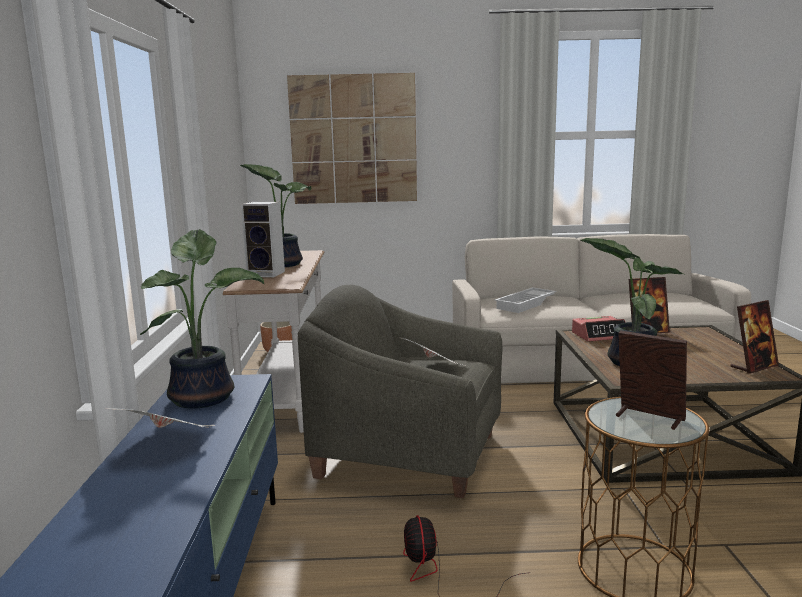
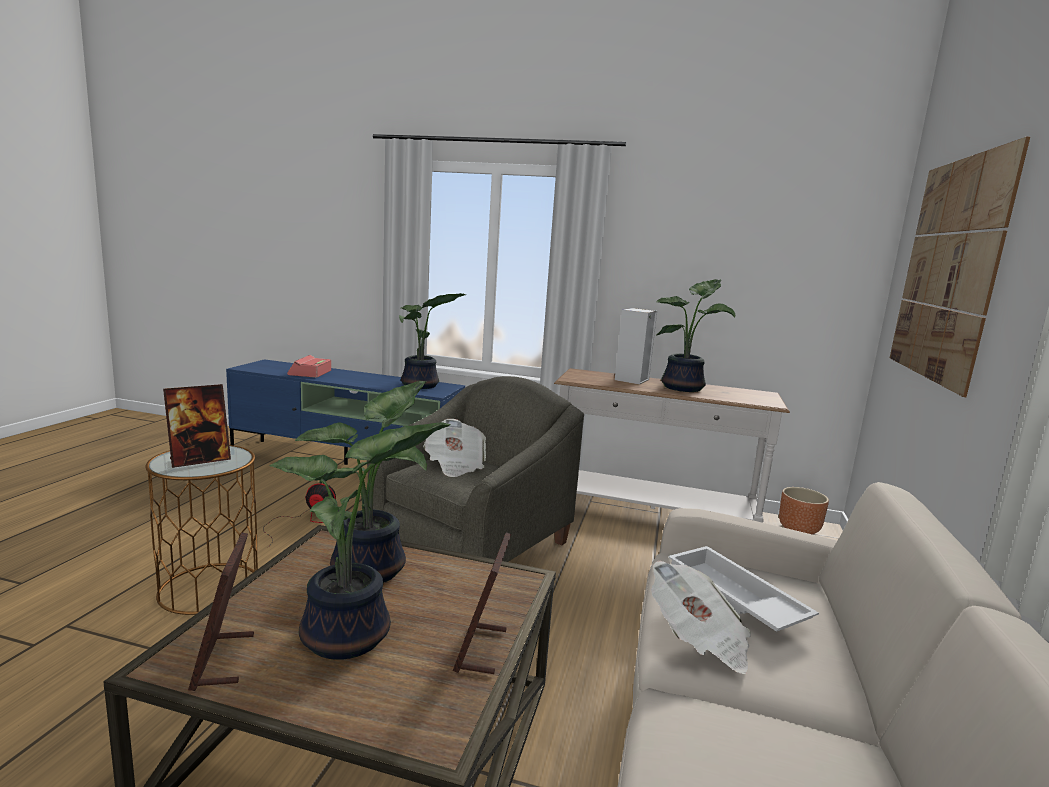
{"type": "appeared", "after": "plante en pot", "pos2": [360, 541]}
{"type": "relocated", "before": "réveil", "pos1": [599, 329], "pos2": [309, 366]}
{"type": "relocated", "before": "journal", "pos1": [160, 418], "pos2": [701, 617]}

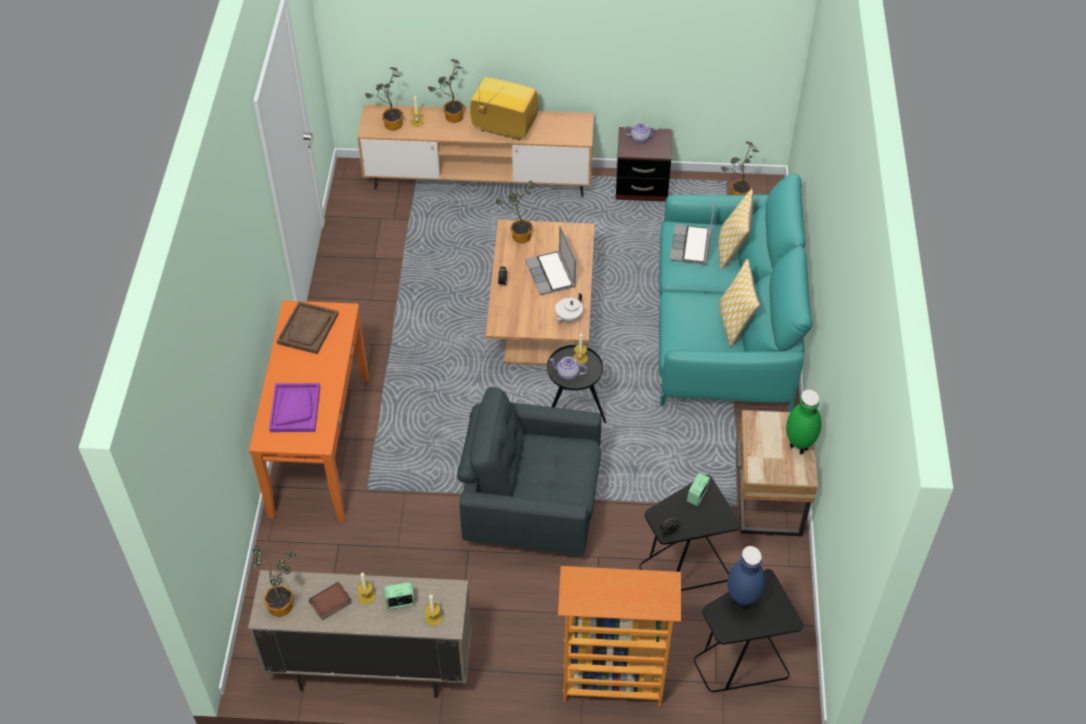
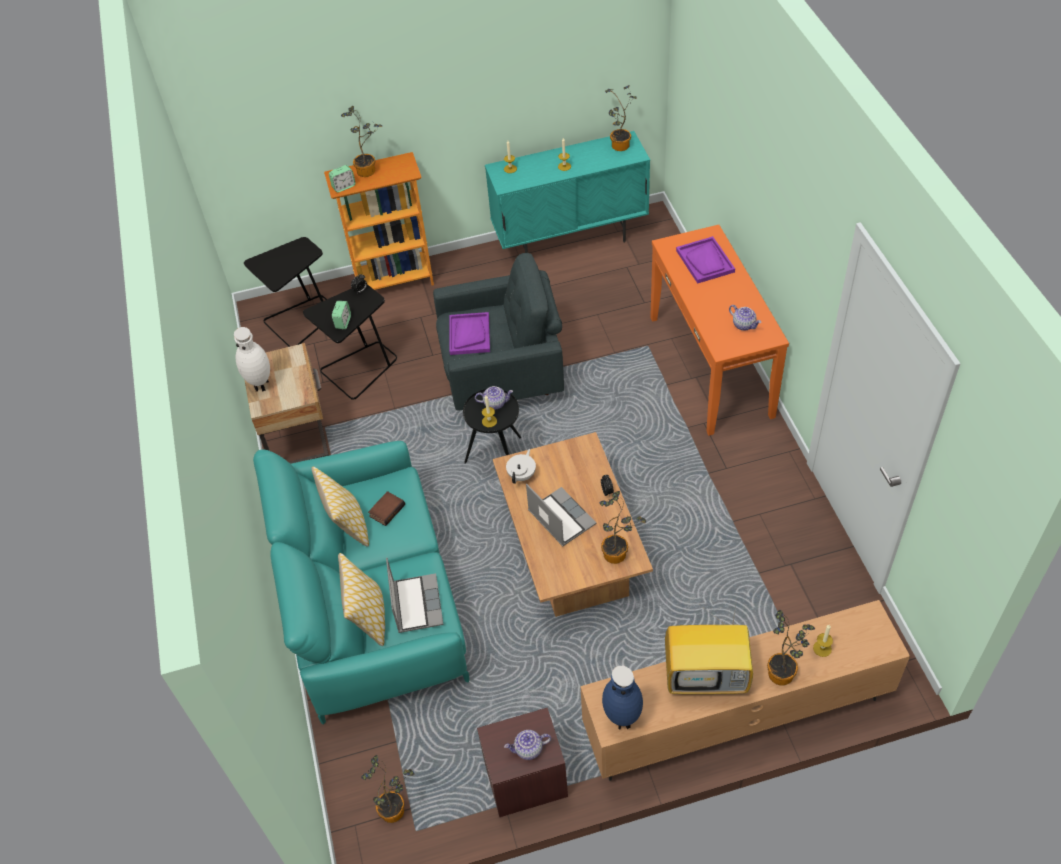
{"type": "colour", "before": "vase [vert]", "after": "vase [blanc]", "pos1": [803, 422], "pos2": [252, 359]}
{"type": "relocated", "before": "réveil", "pos1": [399, 595], "pos2": [342, 179]}
{"type": "relocated", "before": "plante en pot", "pos1": [384, 99], "pos2": [361, 141]}
{"type": "relocated", "before": "livre", "pos1": [330, 601], "pos2": [386, 508]}
{"type": "appeared", "after": "plateau [violet]", "pos2": [469, 333]}
{"type": "colour", "before": "meuble de rangement [beige]", "after": "meuble de rangement [turquoise]", "pos1": [360, 634], "pos2": [567, 192]}
{"type": "relocated", "before": "vase [bleu]", "pos1": [746, 578], "pos2": [622, 698]}
{"type": "exchanged", "before": "plateau [marron]", "after": "théière", "pos1": [308, 327], "pos2": [745, 318]}

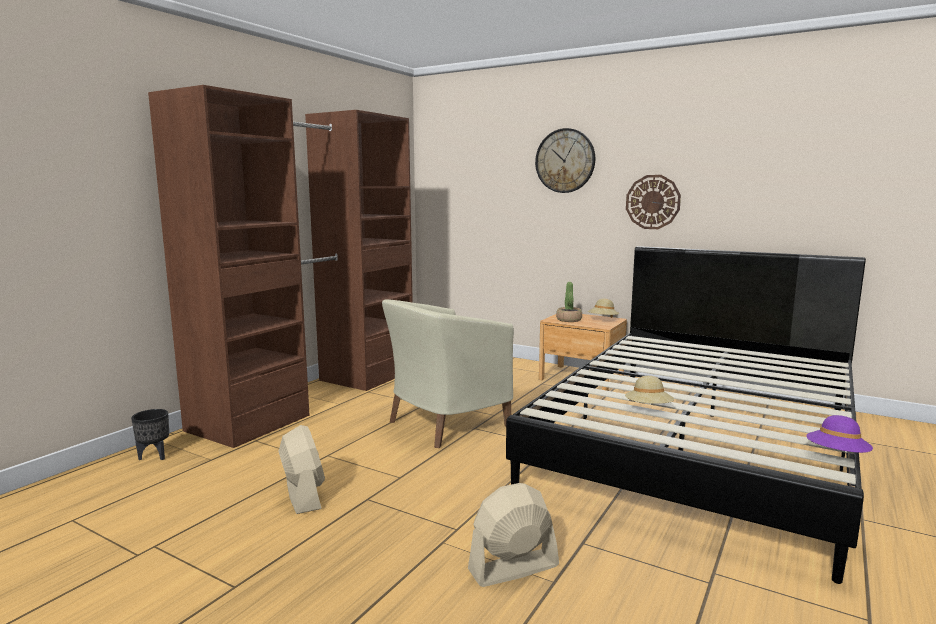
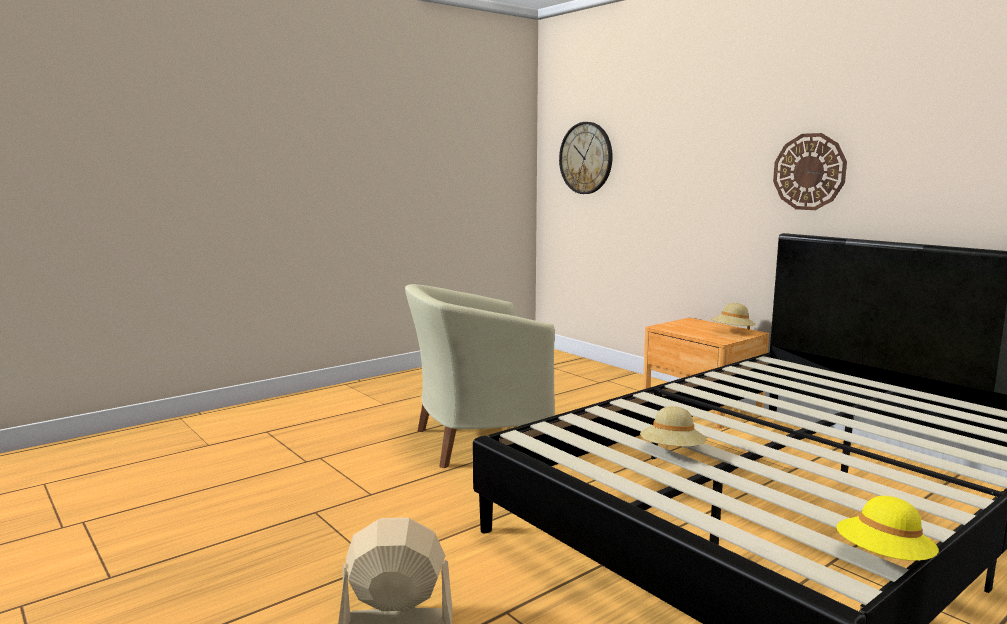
{"type": "relocated", "before": "horloge murale", "pos1": [565, 160], "pos2": [586, 158]}
{"type": "colour", "before": "chapeau [violet]", "after": "chapeau [jaune]", "pos1": [839, 434], "pos2": [887, 528]}
{"type": "missing", "before": "cache-pot [noir]", "pos1": [150, 434]}
{"type": "missing", "before": "armoire [marron]", "pos1": [280, 266]}
{"type": "missing", "before": "ventilateur [beige]", "pos1": [301, 469]}
{"type": "missing", "before": "plante en pot", "pos1": [569, 302]}

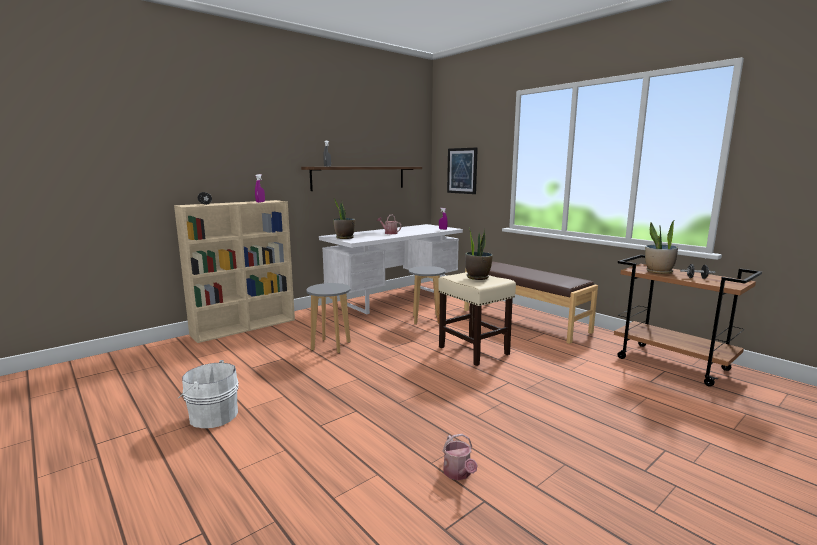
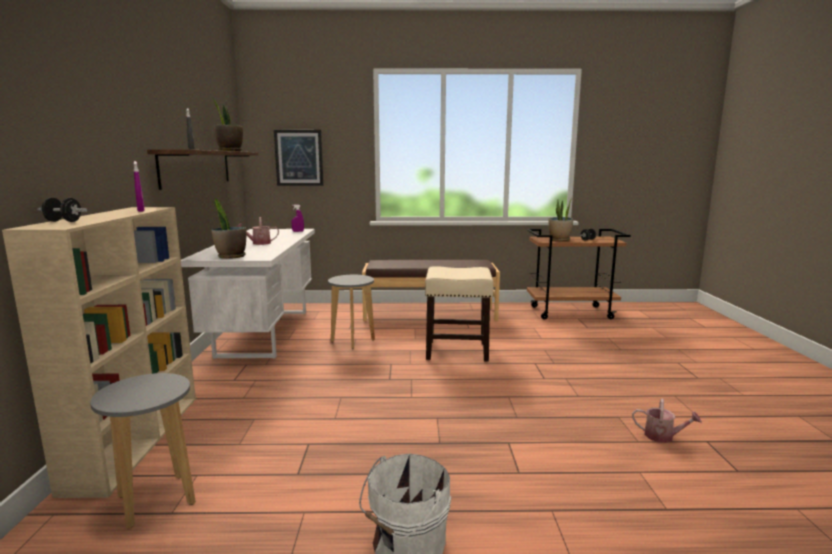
{"type": "relocated", "before": "tabouret [gris]", "pos1": [329, 318], "pos2": [143, 450]}
{"type": "relocated", "before": "plante en pot", "pos1": [479, 254], "pos2": [228, 124]}

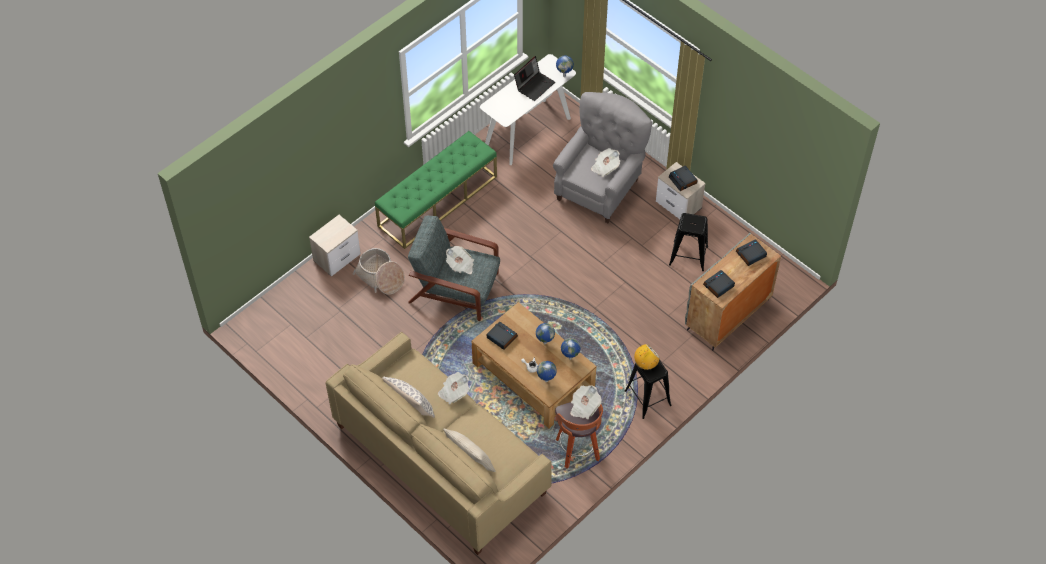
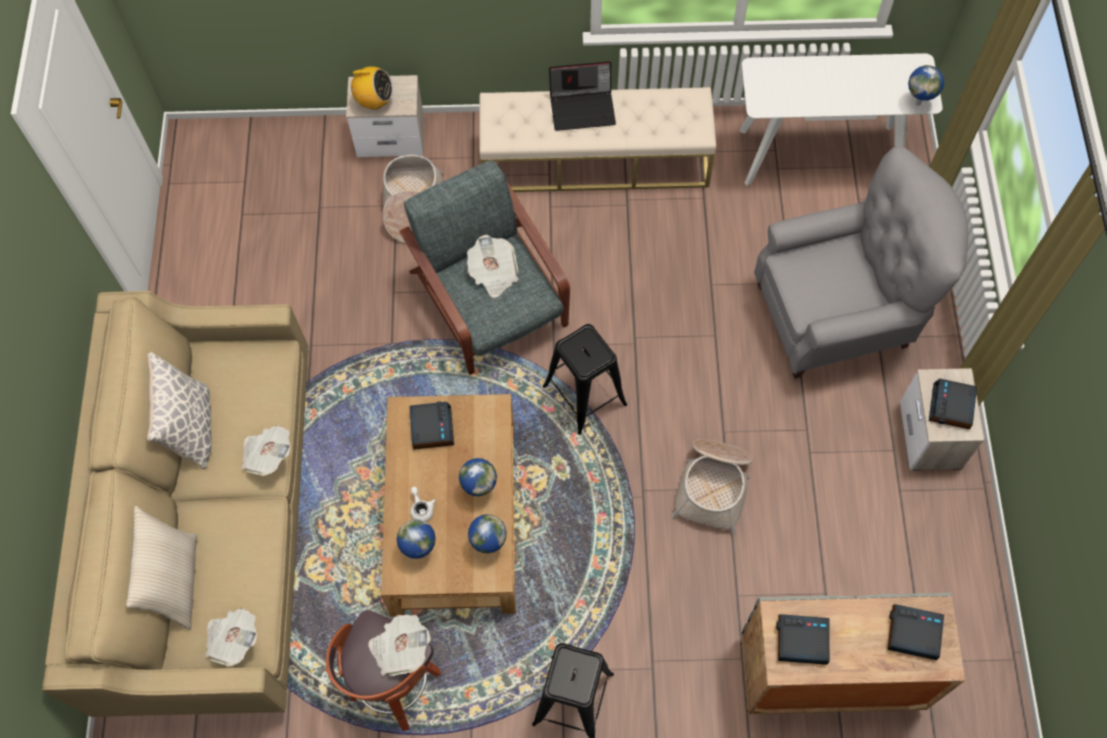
{"type": "relocated", "before": "journal", "pos1": [605, 162], "pos2": [231, 637]}
{"type": "relocated", "before": "radio", "pos1": [647, 357], "pos2": [369, 88]}
{"type": "colour", "before": "banc [vert]", "after": "banc [beige]", "pos1": [436, 190], "pos2": [597, 139]}
{"type": "relocated", "before": "tabouret [noir]", "pos1": [688, 242], "pos2": [585, 379]}
{"type": "relocated", "before": "ordinateur portable", "pos1": [534, 78], "pos2": [582, 96]}
{"type": "appeared", "after": "panier", "pos2": [712, 487]}

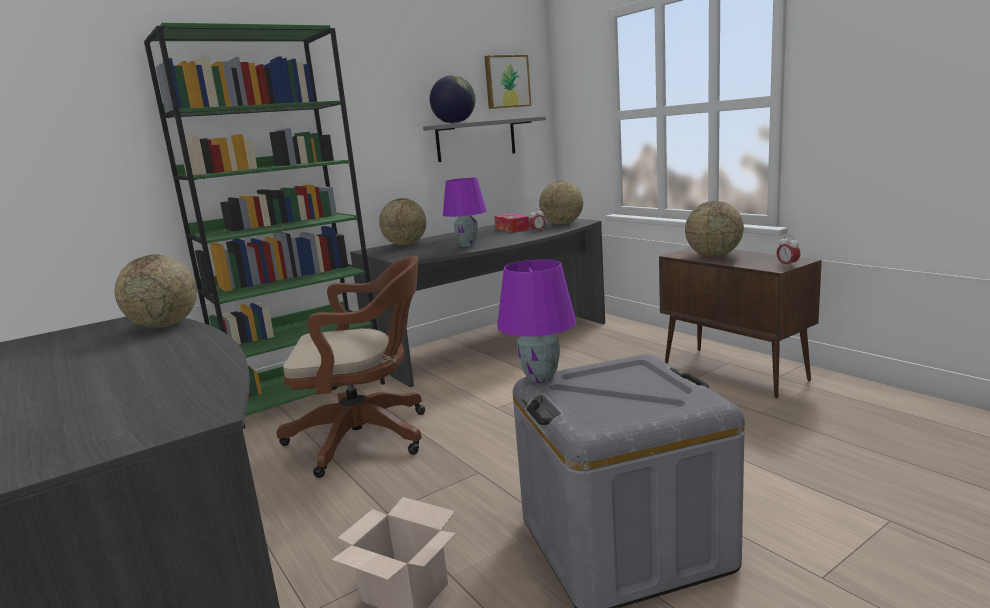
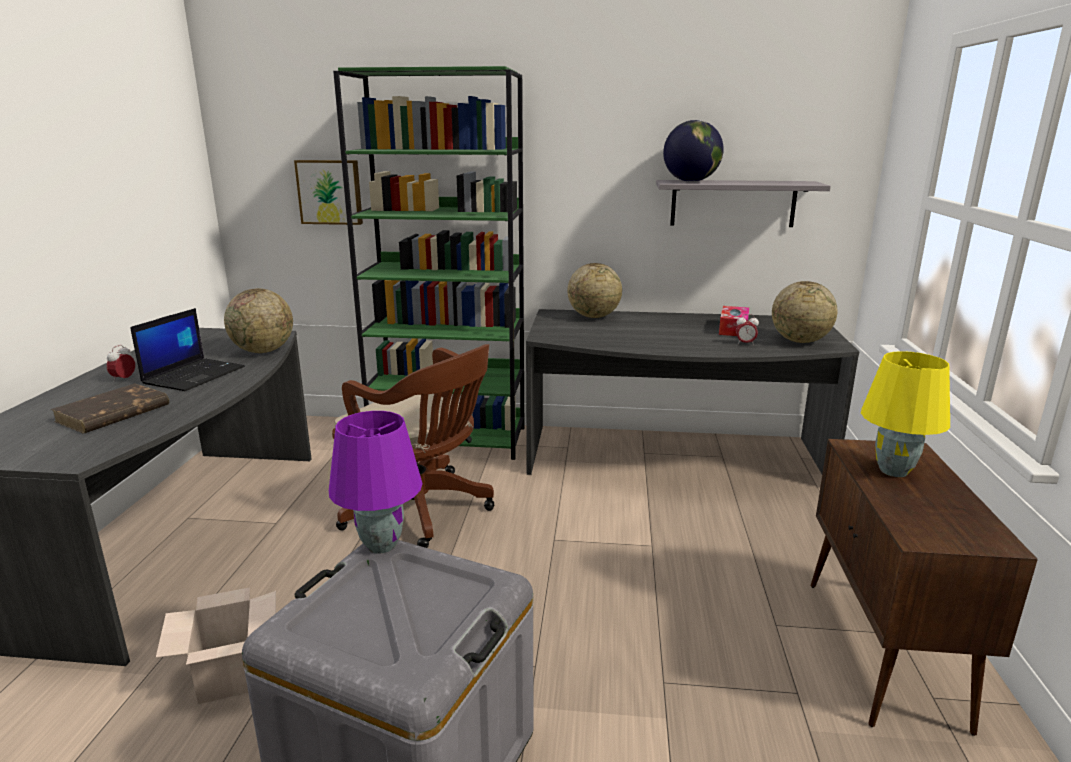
{"type": "appeared", "after": "livre [marron]", "pos2": [110, 408]}
{"type": "relocated", "before": "réveil", "pos1": [788, 251], "pos2": [121, 363]}
{"type": "appeared", "after": "ordinateur portable", "pos2": [187, 349]}
{"type": "relocated", "before": "tableau", "pos1": [507, 82], "pos2": [328, 192]}
{"type": "exchanged", "before": "globe", "after": "lampe de table [jaune]", "pos1": [714, 229], "pos2": [905, 414]}
{"type": "missing", "before": "lampe de table [violet]", "pos1": [465, 212]}

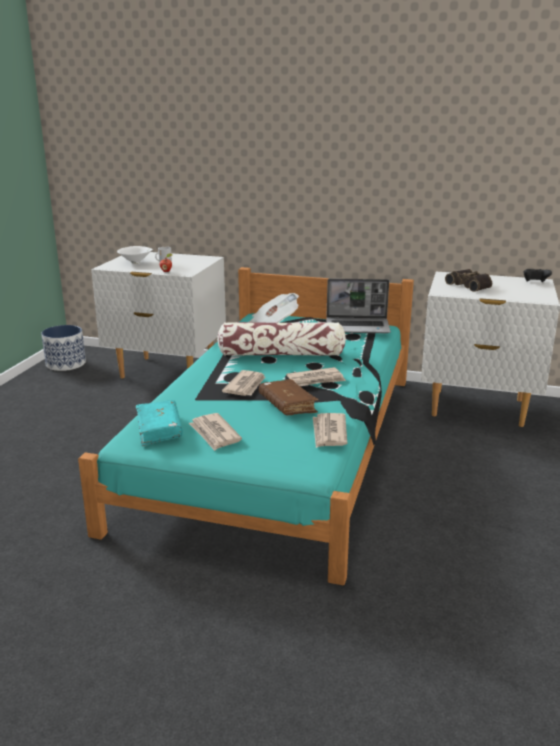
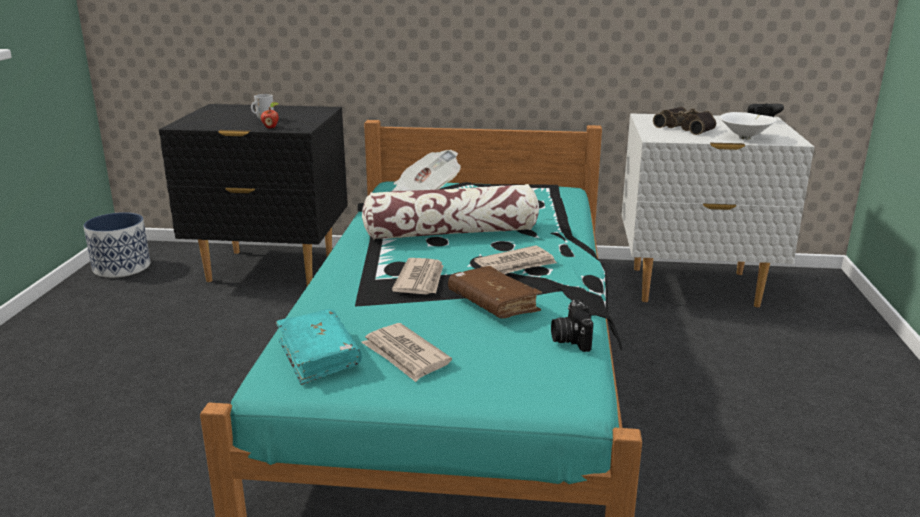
{"type": "colour", "before": "table de chevet [blanc]", "after": "table de chevet [noir]", "pos1": [158, 315], "pos2": [253, 195]}
{"type": "exchanged", "before": "journal", "after": "appareil photo", "pos1": [330, 430], "pos2": [572, 325]}
{"type": "relocated", "before": "bol [blanc]", "pos1": [135, 255], "pos2": [748, 126]}
{"type": "missing", "before": "ordinateur portable", "pos1": [358, 305]}

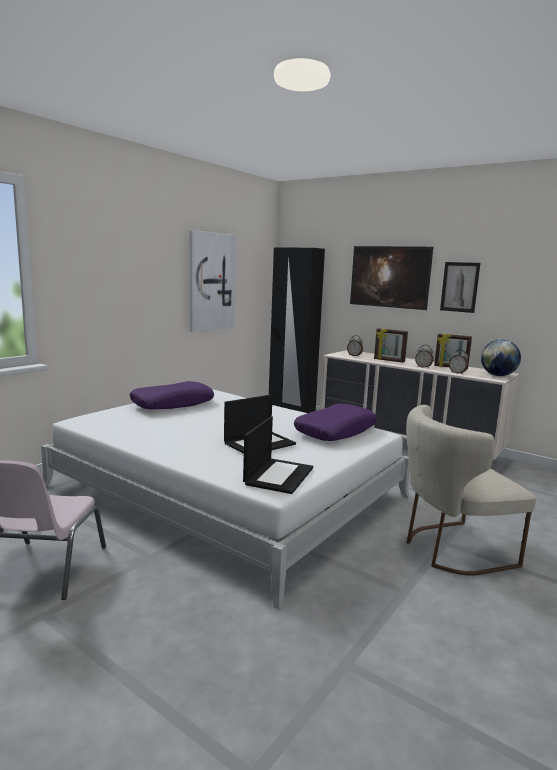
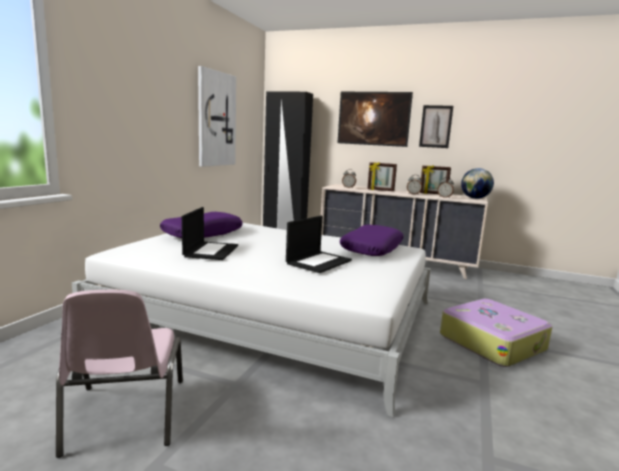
{"type": "relocated", "before": "ordinateur portable", "pos1": [278, 455], "pos2": [210, 233]}
{"type": "exchanged", "before": "chaise [beige]", "after": "valise", "pos1": [471, 490], "pos2": [496, 333]}

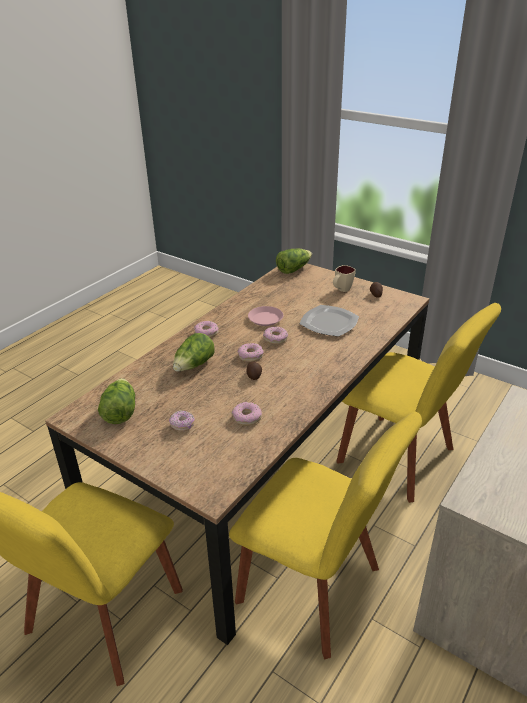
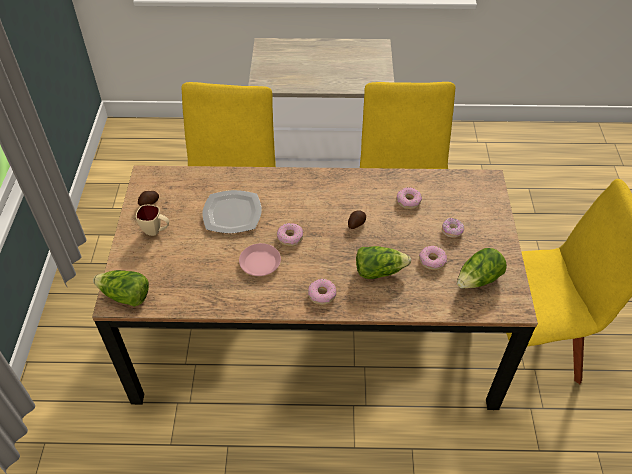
{"type": "relocated", "before": "beignet", "pos1": [250, 352], "pos2": [433, 258]}

